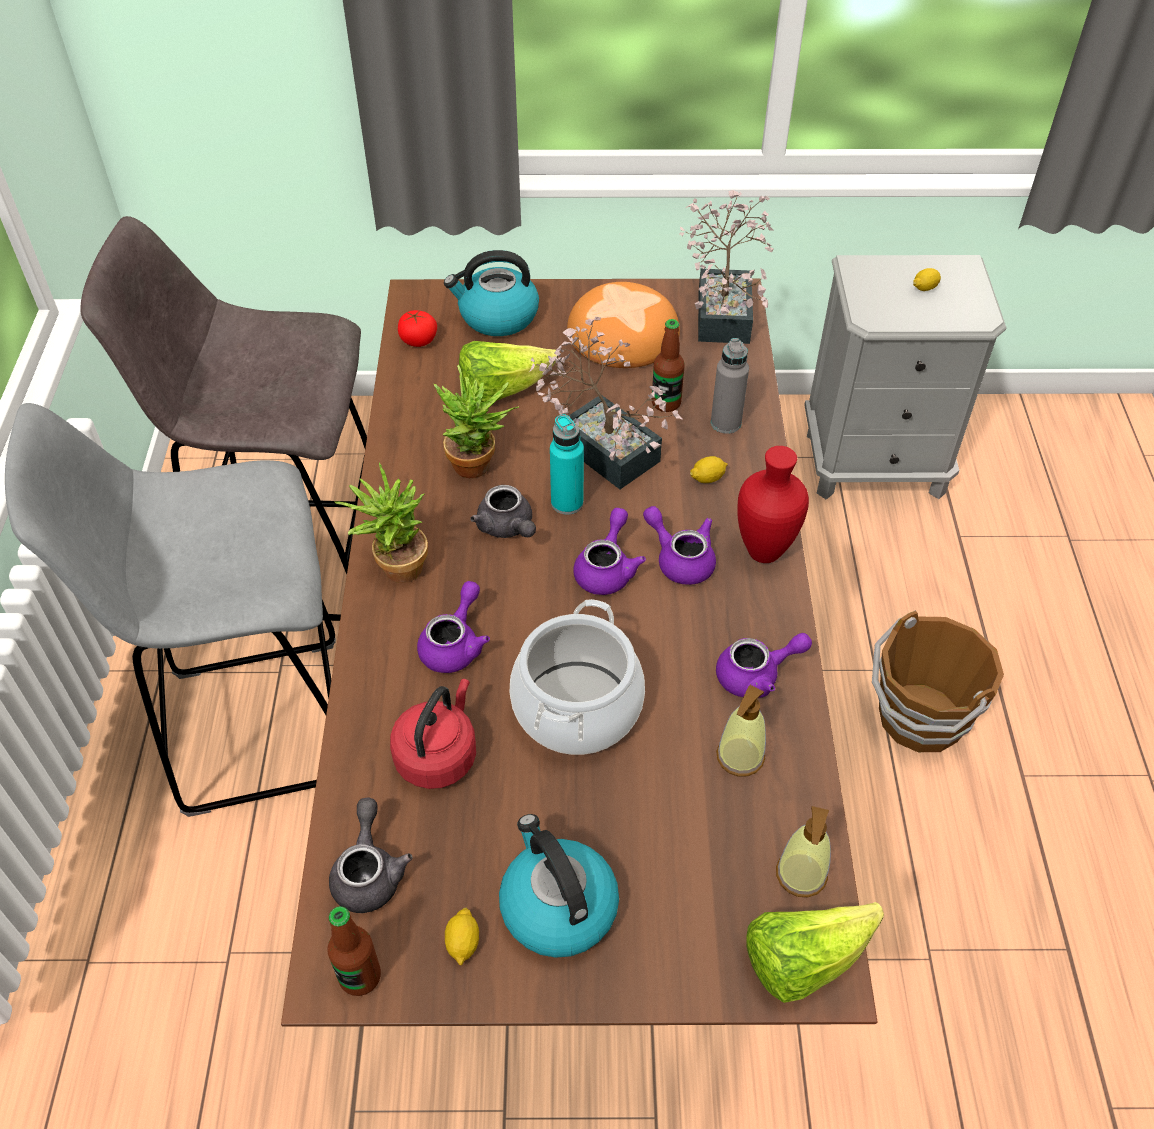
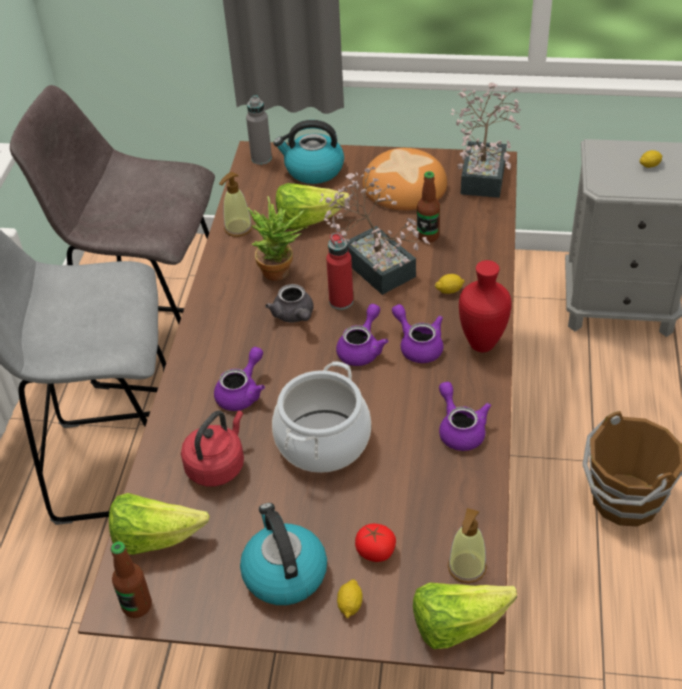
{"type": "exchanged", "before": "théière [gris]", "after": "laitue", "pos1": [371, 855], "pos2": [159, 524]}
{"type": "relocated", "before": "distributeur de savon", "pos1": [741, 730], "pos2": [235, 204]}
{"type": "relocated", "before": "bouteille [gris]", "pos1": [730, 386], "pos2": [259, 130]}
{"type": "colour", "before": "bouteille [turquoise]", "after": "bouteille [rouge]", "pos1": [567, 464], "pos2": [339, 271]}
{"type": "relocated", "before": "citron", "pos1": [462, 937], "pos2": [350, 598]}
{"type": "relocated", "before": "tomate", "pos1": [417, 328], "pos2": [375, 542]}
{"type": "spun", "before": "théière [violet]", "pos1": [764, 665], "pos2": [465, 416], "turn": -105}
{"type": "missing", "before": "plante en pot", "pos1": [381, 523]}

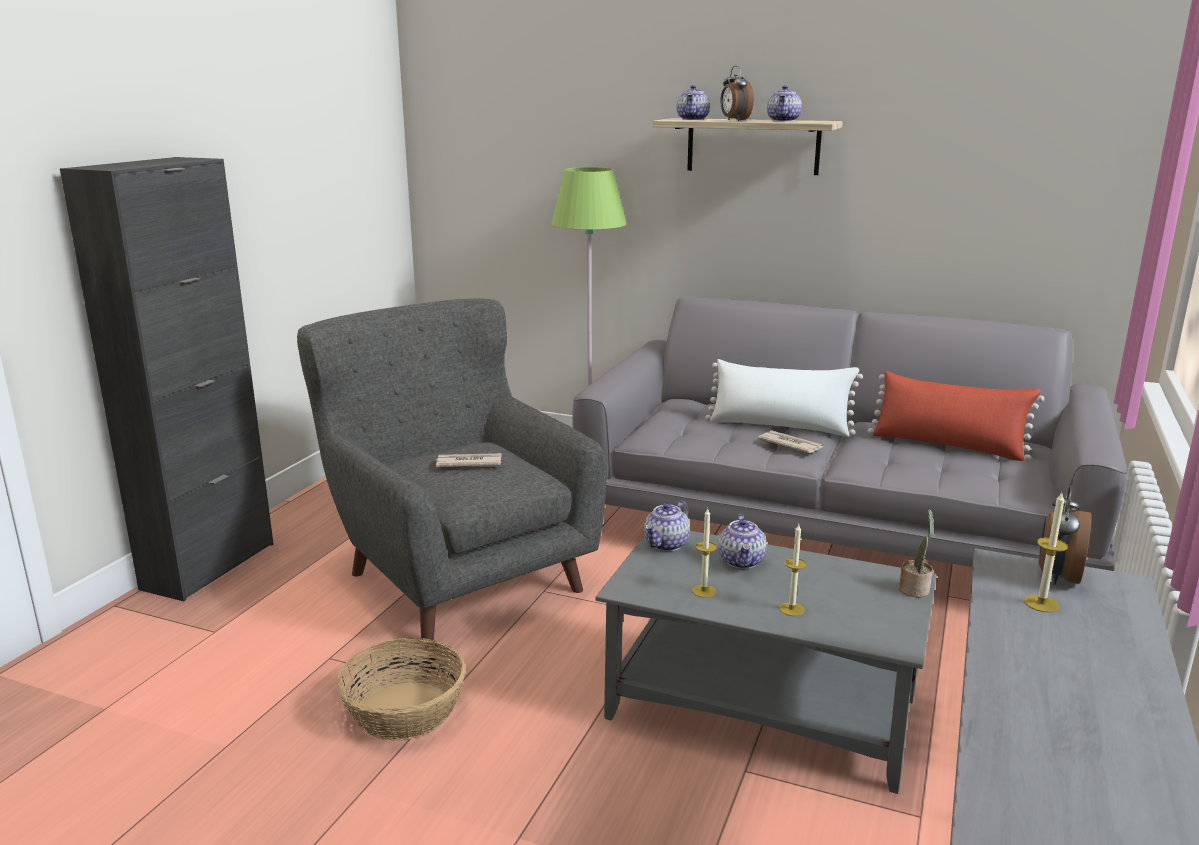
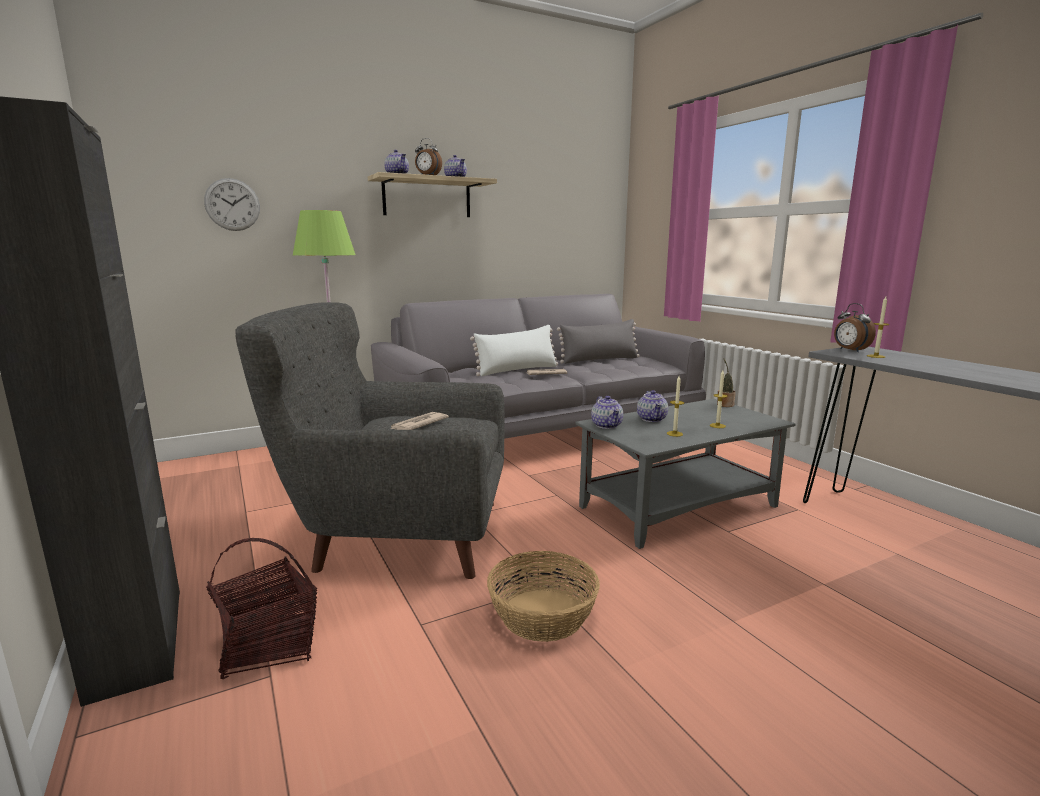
{"type": "appeared", "after": "horloge murale", "pos2": [232, 204]}
{"type": "appeared", "after": "panier", "pos2": [261, 608]}
{"type": "colour", "before": "coussin [rouge]", "after": "coussin [gris]", "pos1": [956, 416], "pos2": [598, 341]}
{"type": "spun", "before": "théière", "pos1": [742, 541], "pos2": [652, 406], "turn": 45}

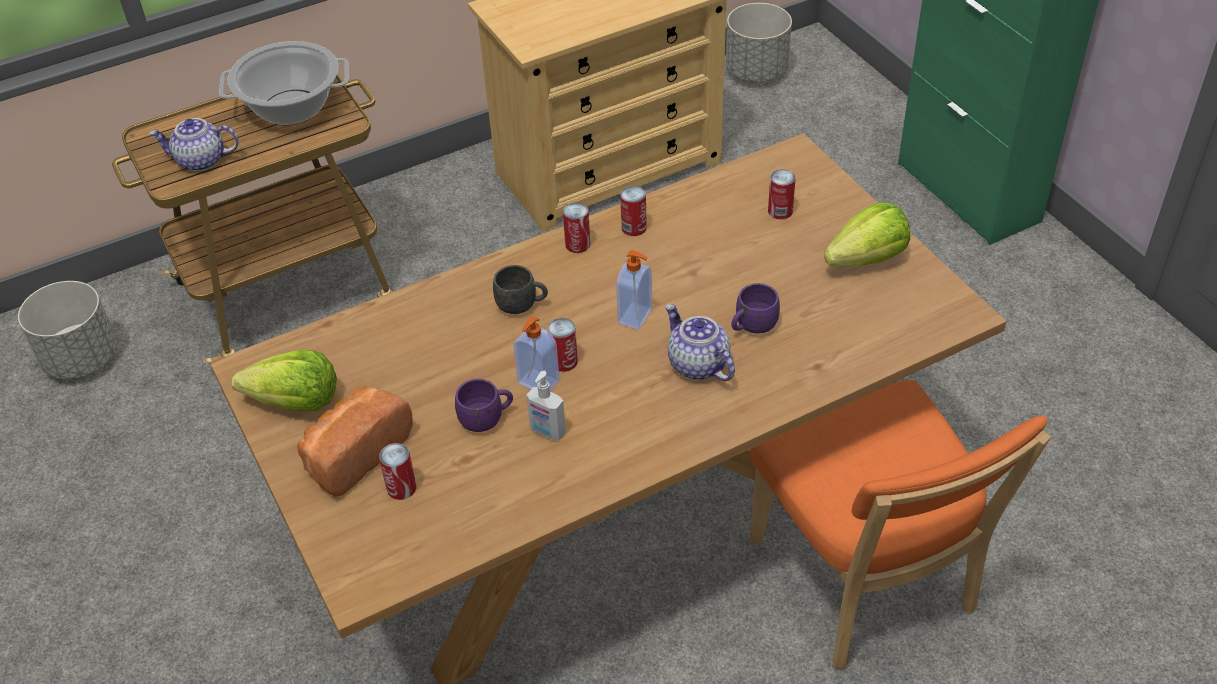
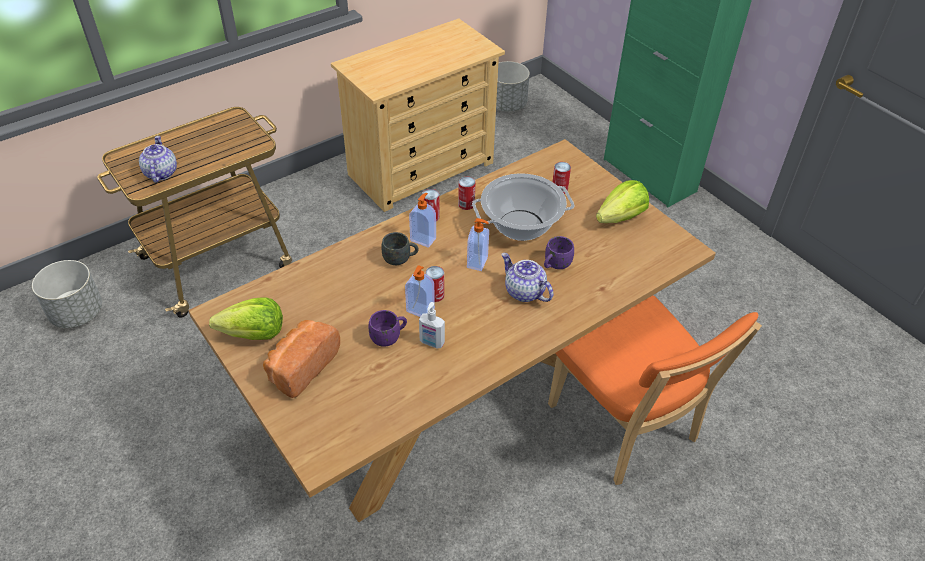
{"type": "spun", "before": "théière", "pos1": [194, 144], "pos2": [158, 159], "turn": 90}
{"type": "appeared", "after": "distributeur de savon", "pos2": [422, 220]}
{"type": "relocated", "before": "marmite", "pos1": [284, 83], "pos2": [523, 207]}
{"type": "missing", "before": "boîte métallique", "pos1": [398, 471]}

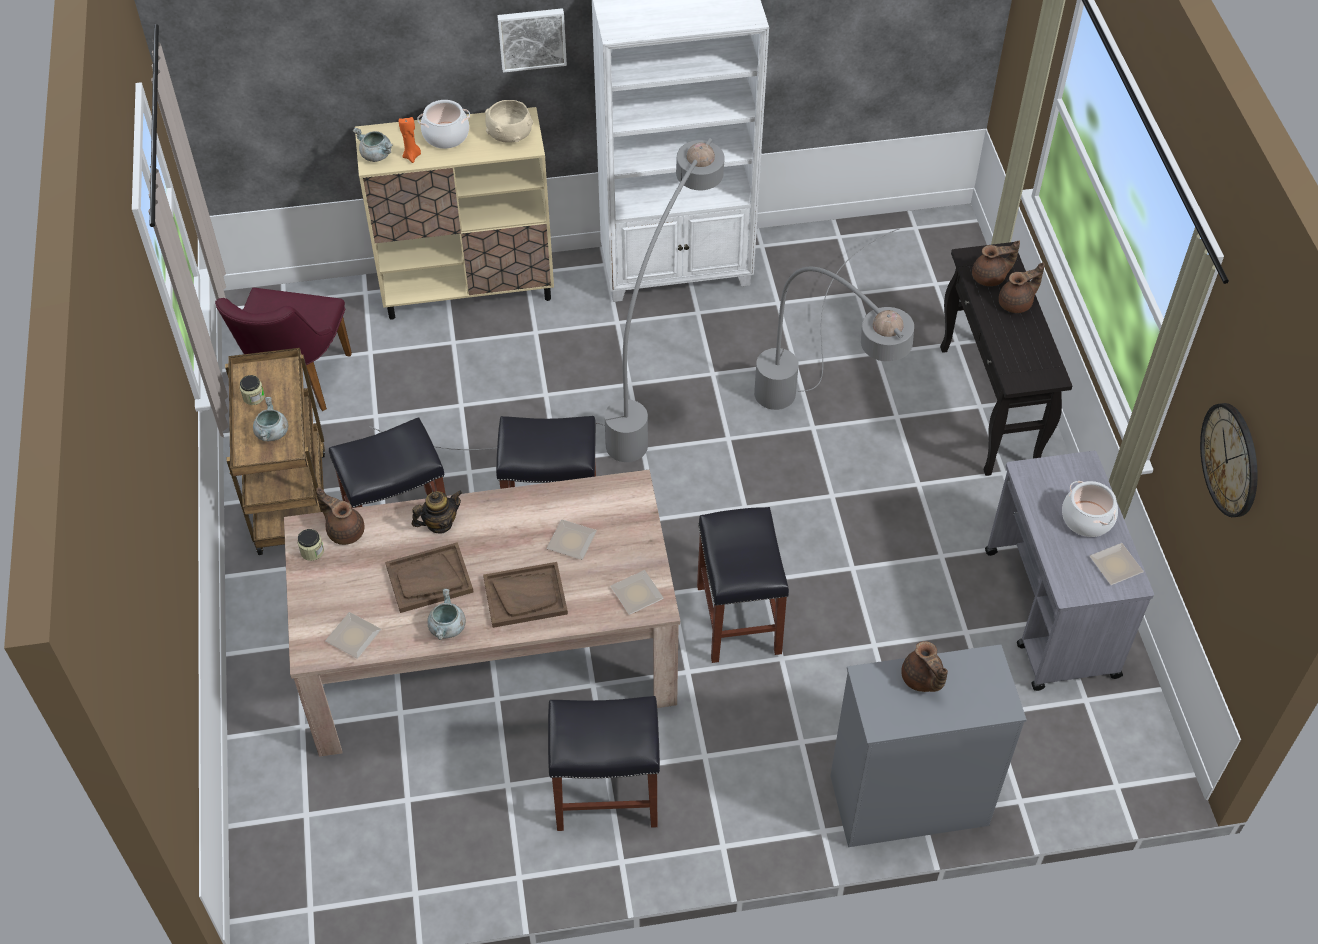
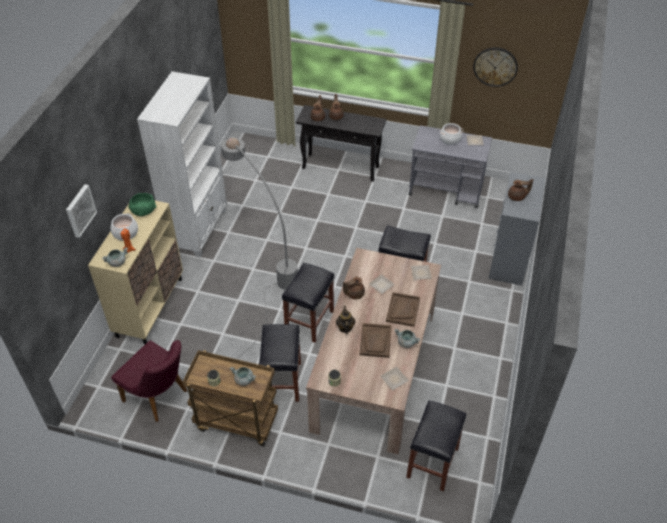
{"type": "relocated", "before": "tableau", "pos1": [532, 40], "pos2": [81, 211]}
{"type": "colour", "before": "bol [beige]", "after": "bol [vert]", "pos1": [509, 121], "pos2": [142, 204]}
{"type": "relocated", "before": "théière [marron]", "pos1": [340, 516], "pos2": [354, 288]}
{"type": "relocated", "before": "tabouret [noir]", "pos1": [604, 763], "pos2": [436, 445]}
{"type": "missing", "before": "lampadaire [gris]", "pos1": [834, 319]}

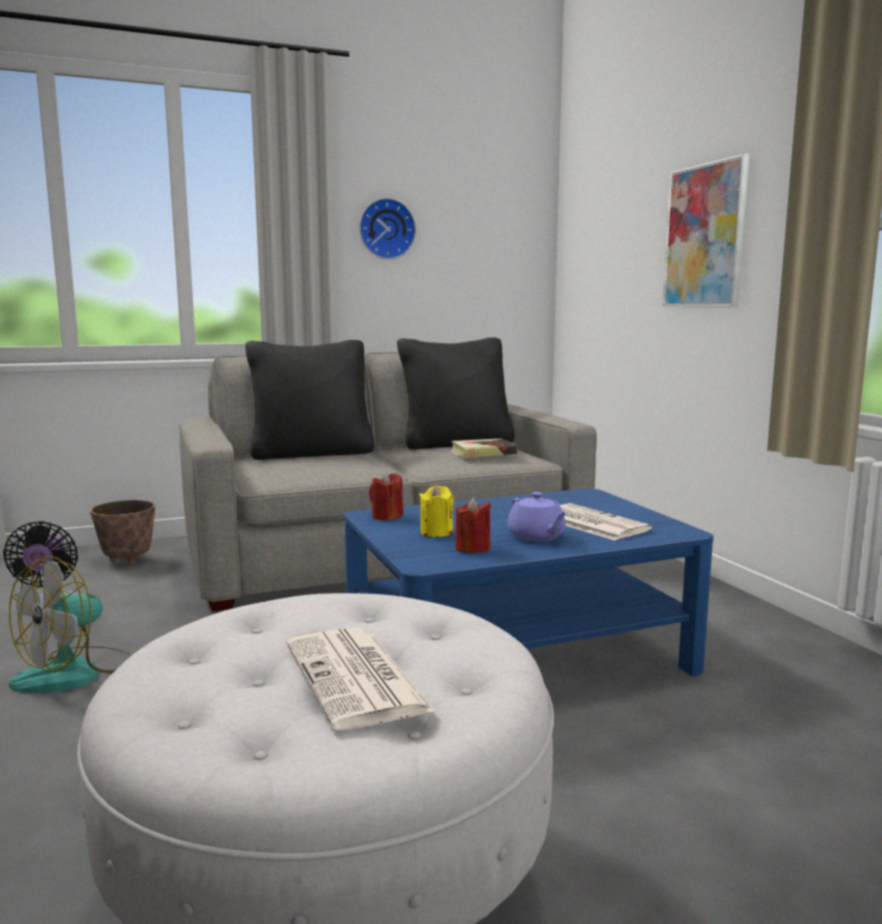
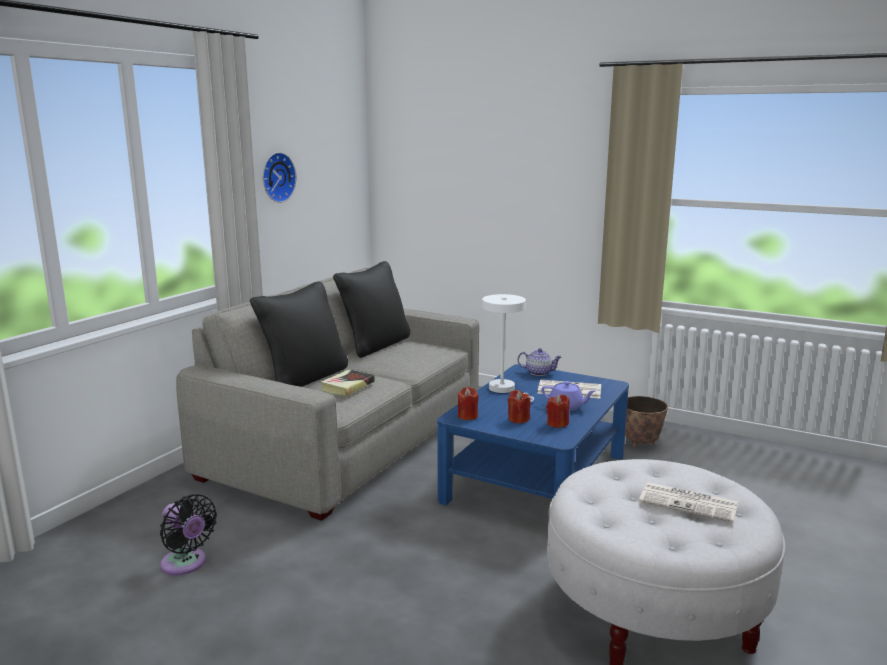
{"type": "relocated", "before": "livre", "pos1": [484, 448], "pos2": [348, 382]}
{"type": "appeared", "after": "lampe de table [blanc]", "pos2": [508, 348]}
{"type": "colour", "before": "bougie [jaune]", "after": "bougie [rouge]", "pos1": [436, 511], "pos2": [519, 406]}
{"type": "appeared", "after": "théière", "pos2": [539, 362]}
{"type": "relocated", "before": "cache-pot", "pos1": [123, 532], "pos2": [646, 421]}
{"type": "missing", "before": "ventilateur", "pos1": [70, 624]}
{"type": "missing", "before": "tableau", "pos1": [706, 230]}

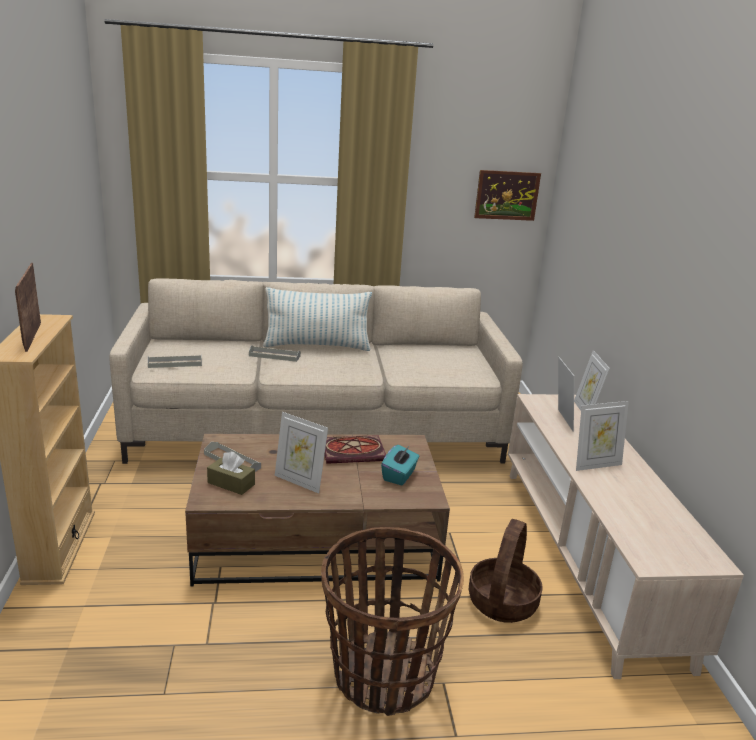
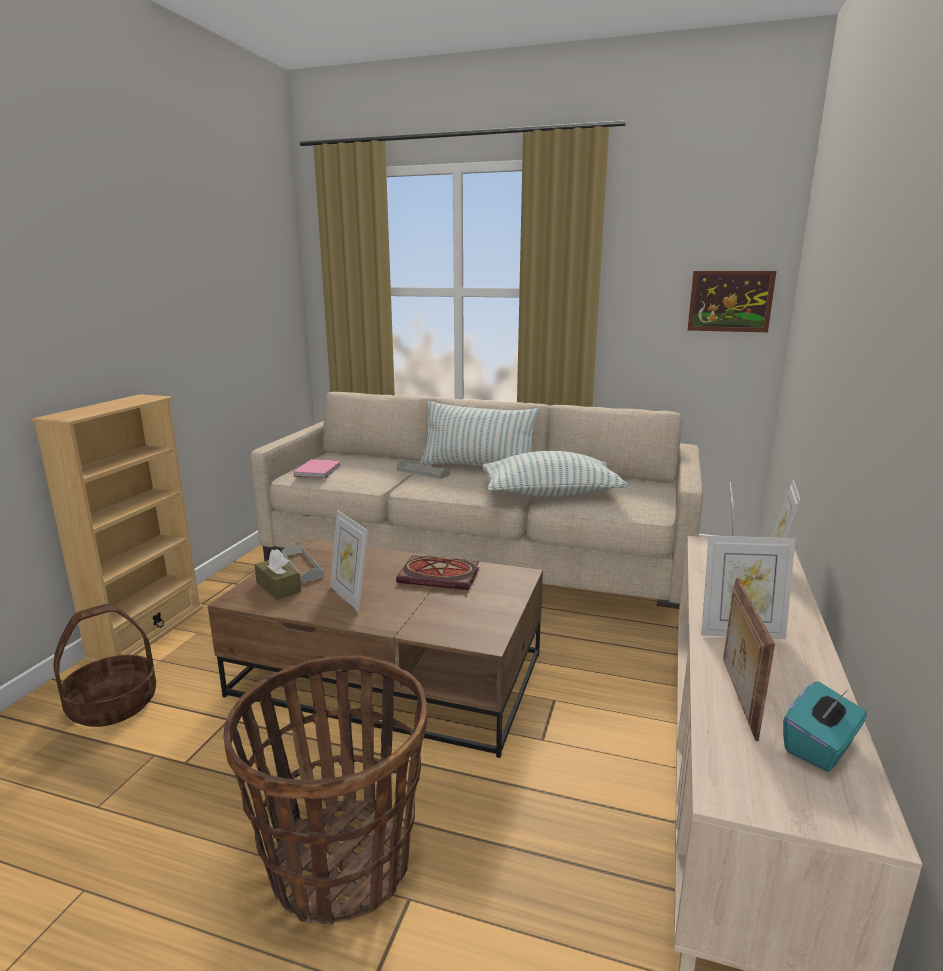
{"type": "relocated", "before": "panier", "pos1": [506, 571], "pos2": [104, 665]}
{"type": "exchanged", "before": "plateau [gris]", "after": "livre [rose]", "pos1": [175, 361], "pos2": [317, 469]}
{"type": "appeared", "after": "coussin", "pos2": [555, 474]}
{"type": "relocated", "before": "cadre photo", "pos1": [28, 307], "pos2": [749, 659]}
{"type": "relocated", "before": "boîte à mouchoirs [turquoise]", "pos1": [400, 465], "pos2": [825, 727]}

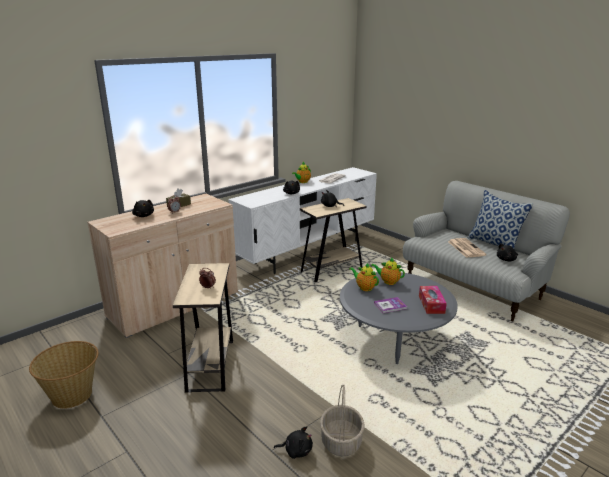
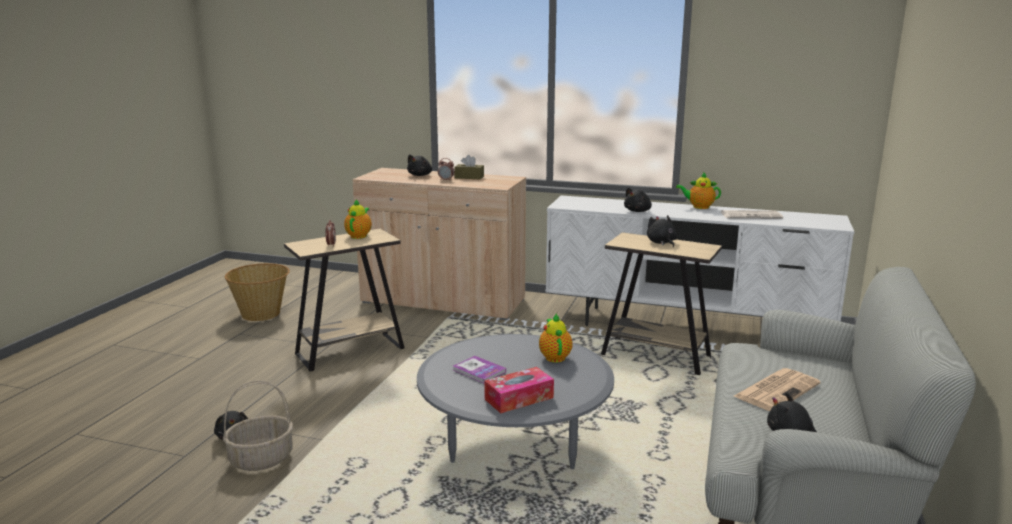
{"type": "relocated", "before": "théière", "pos1": [364, 277], "pos2": [358, 219]}
{"type": "missing", "before": "coussin", "pos1": [501, 220]}

